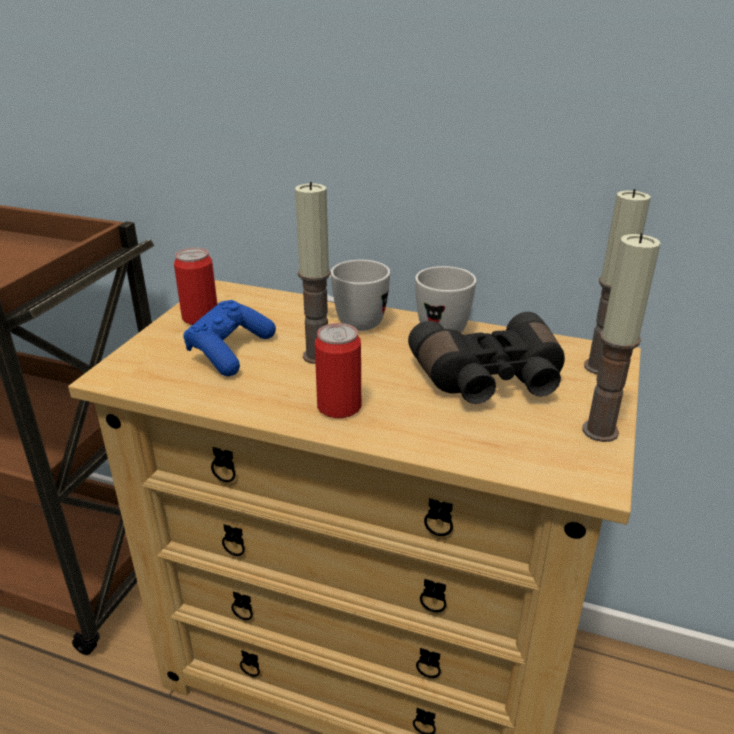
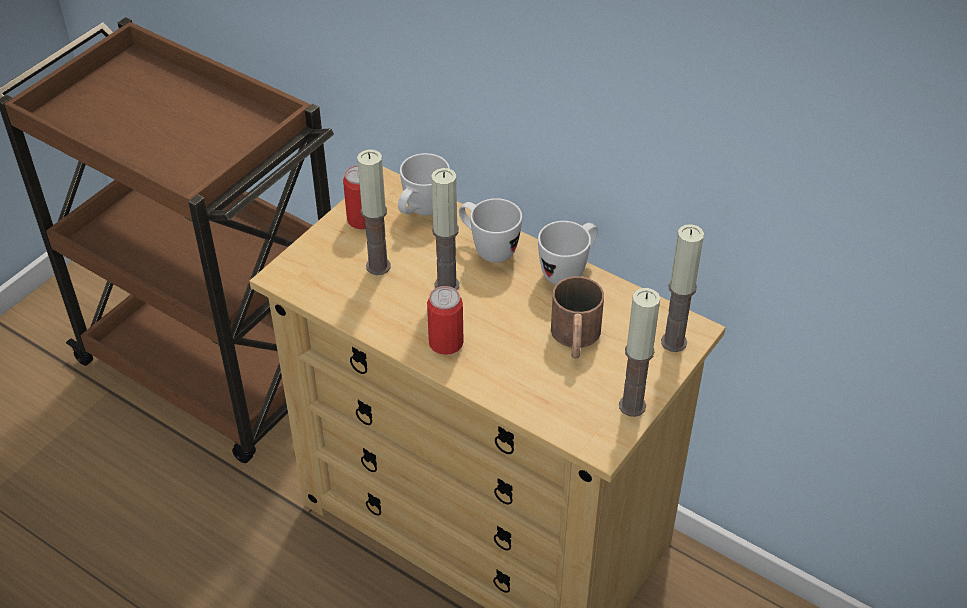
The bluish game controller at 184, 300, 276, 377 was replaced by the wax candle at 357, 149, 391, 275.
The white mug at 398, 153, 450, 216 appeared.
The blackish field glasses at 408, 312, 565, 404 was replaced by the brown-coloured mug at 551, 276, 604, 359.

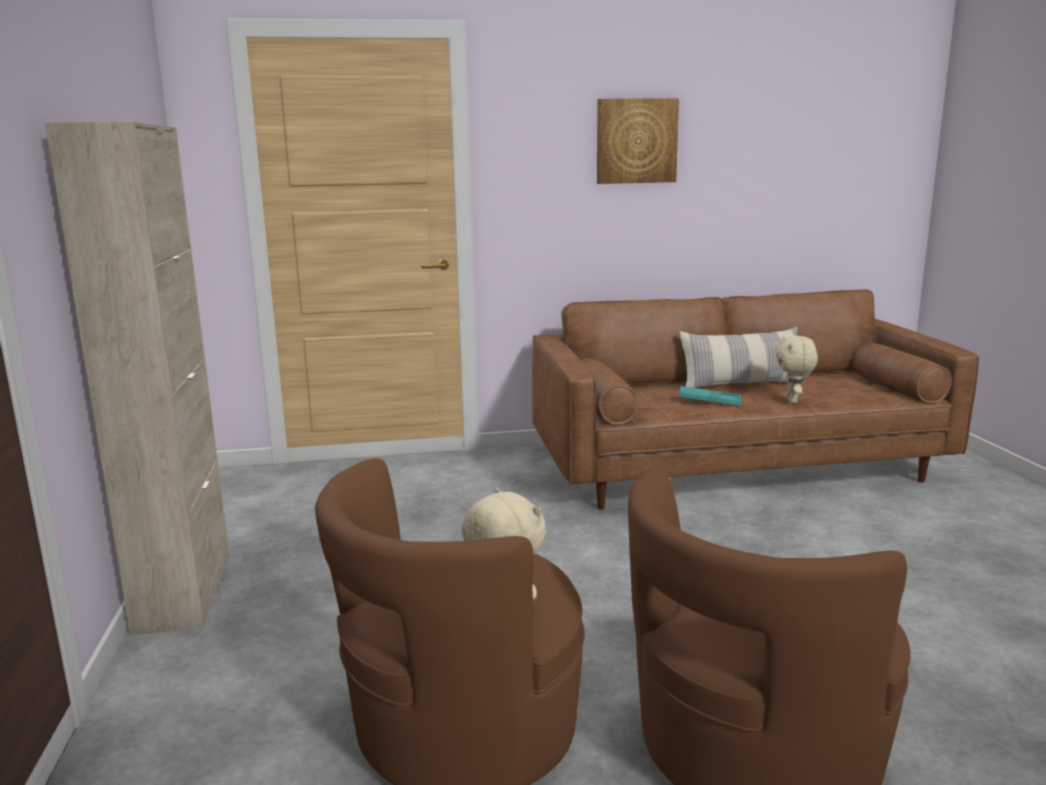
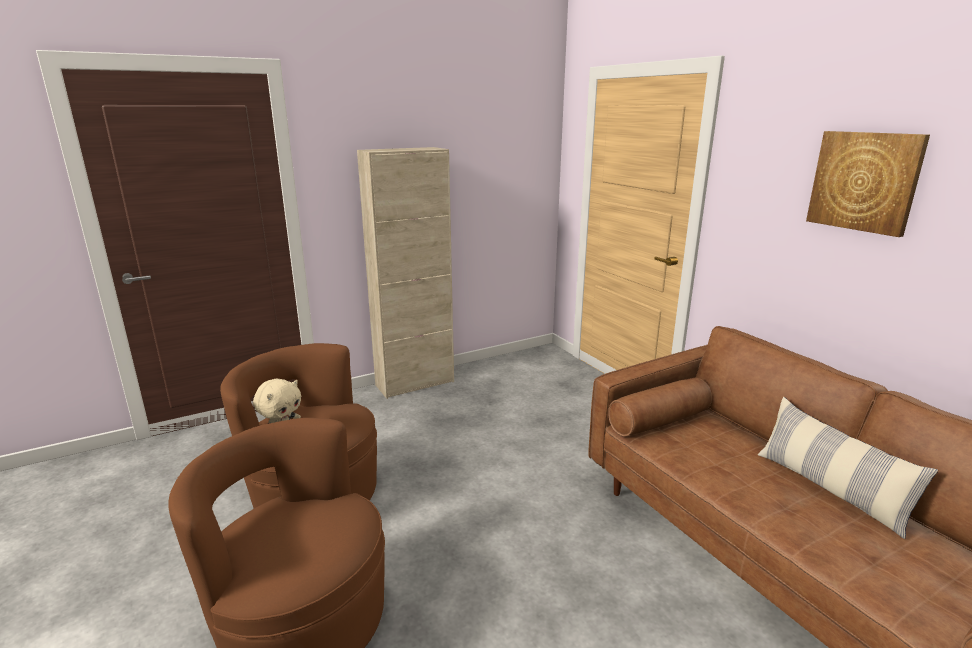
The turquoise carrying tray at 678, 386, 741, 406 disappeared.
The sand-coloured plush toy at 775, 336, 818, 403 disappeared.

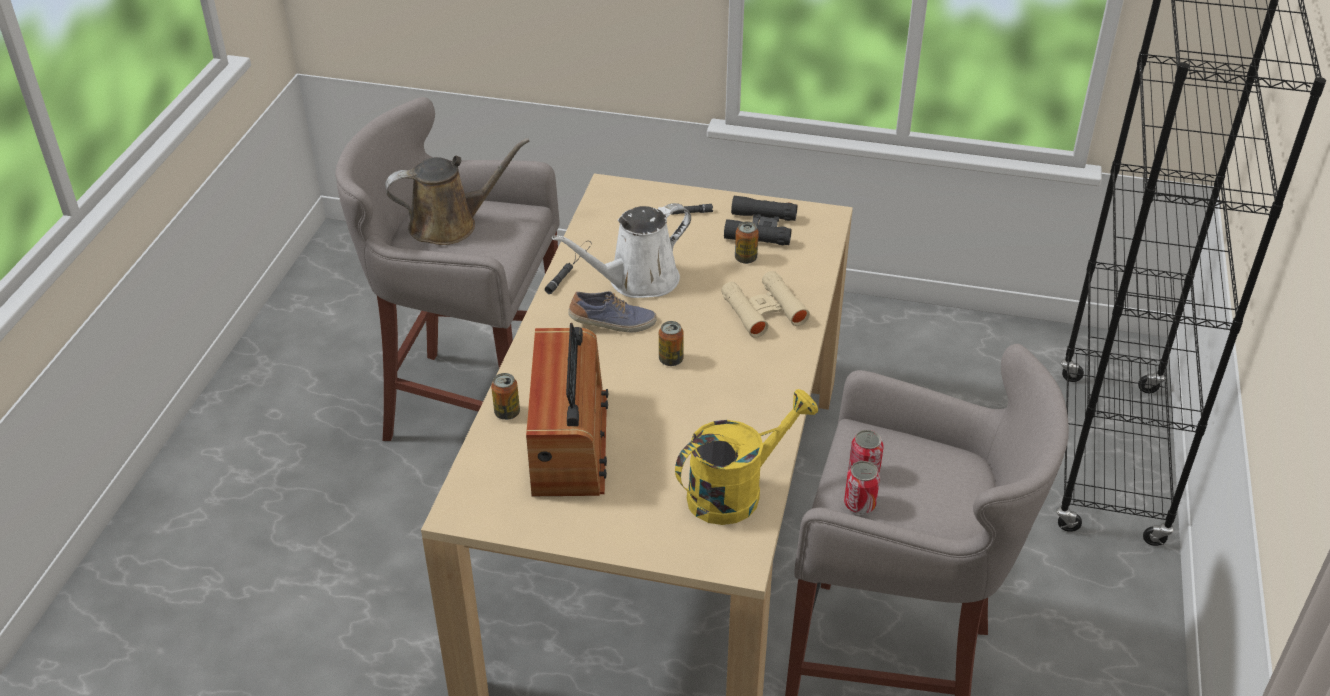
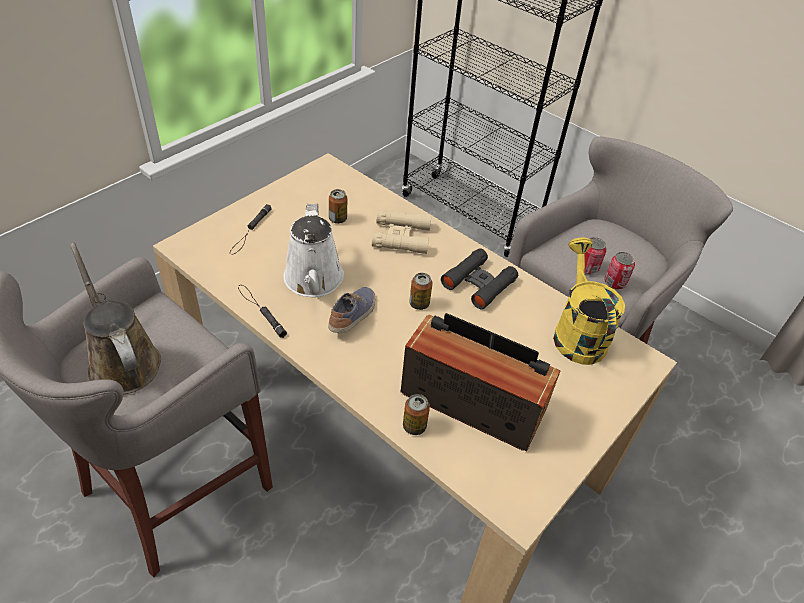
The brown-coloured watering can at 385, 138, 530, 245 turned 45 degrees counterclockwise.
The blackish field glasses moved from 724, 195, 797, 245 to 441, 248, 518, 310.

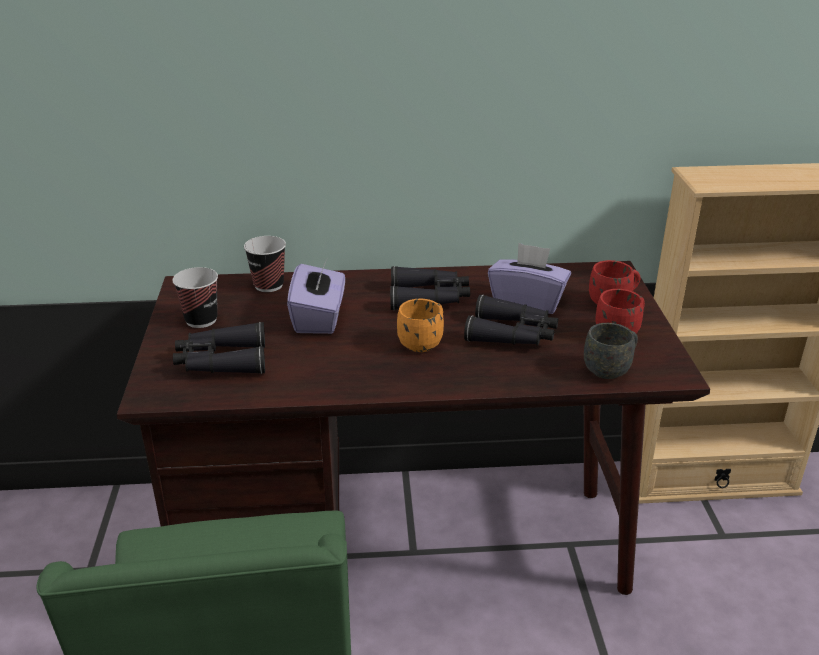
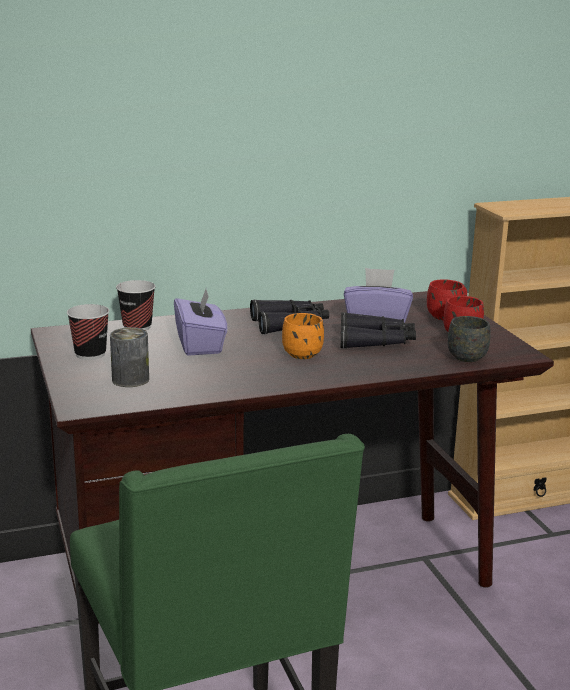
The blackish field glasses at 173, 322, 265, 374 was replaced by the sealed can at 110, 327, 149, 387.

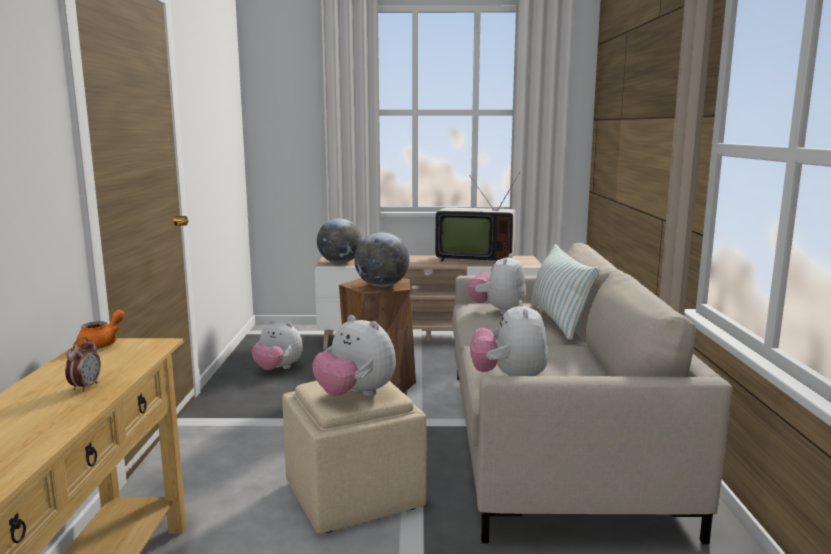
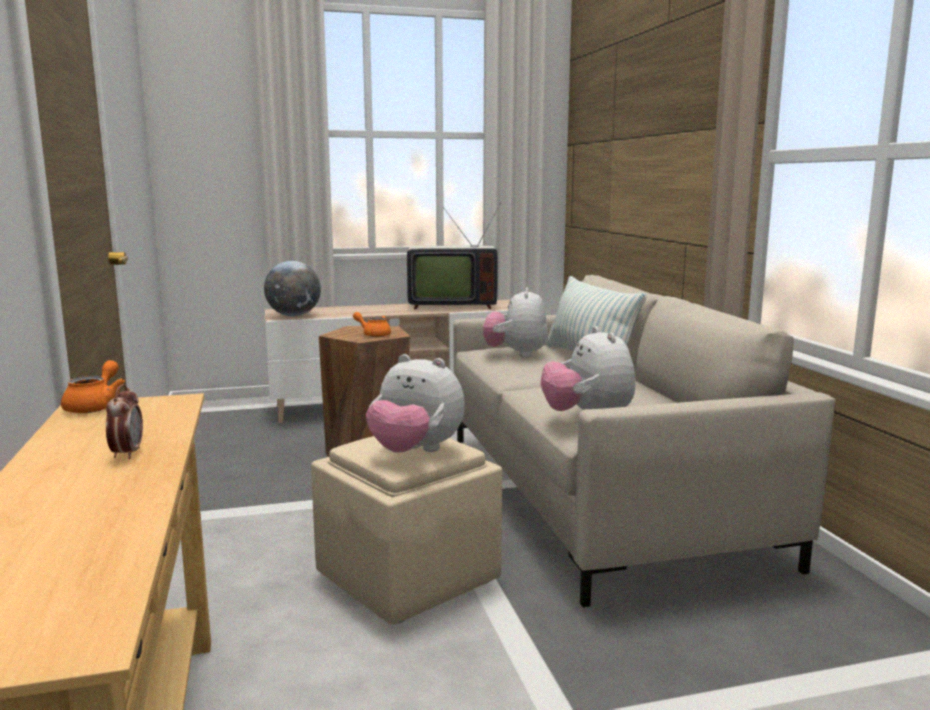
The world globe at 355, 232, 409, 287 was replaced by the orange teapot at 353, 312, 391, 337.
The plush toy at 252, 320, 303, 370 disappeared.

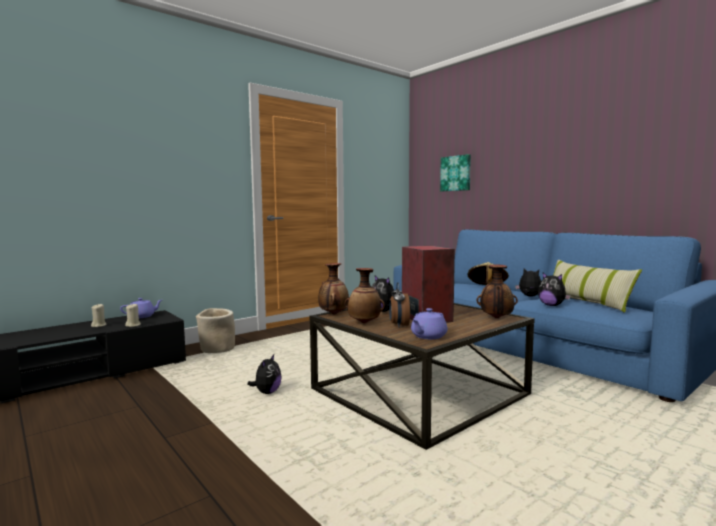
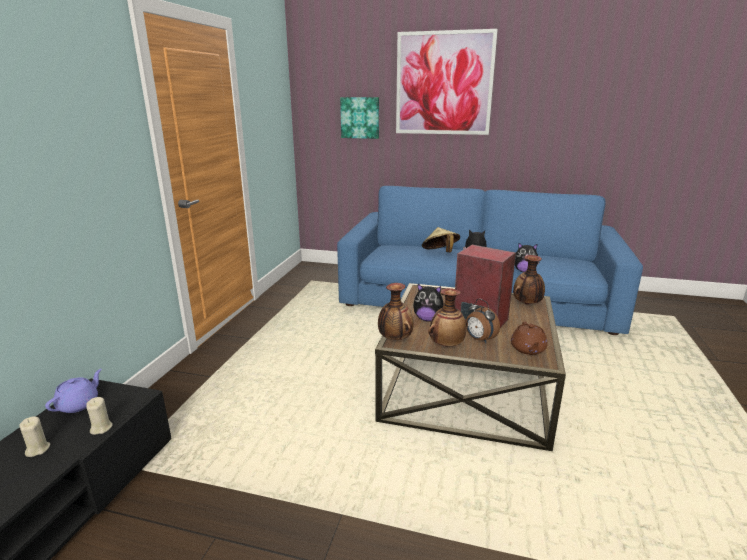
The wall art at 396, 29, 498, 135 appeared.
The purplish teapot at 411, 308, 448, 339 became the brown-coloured teapot at 511, 321, 548, 355.
The sand-coloured plant pot at 196, 308, 235, 353 disappeared.
The plush toy at 247, 354, 281, 394 disappeared.
The cushion at 553, 259, 642, 313 disappeared.

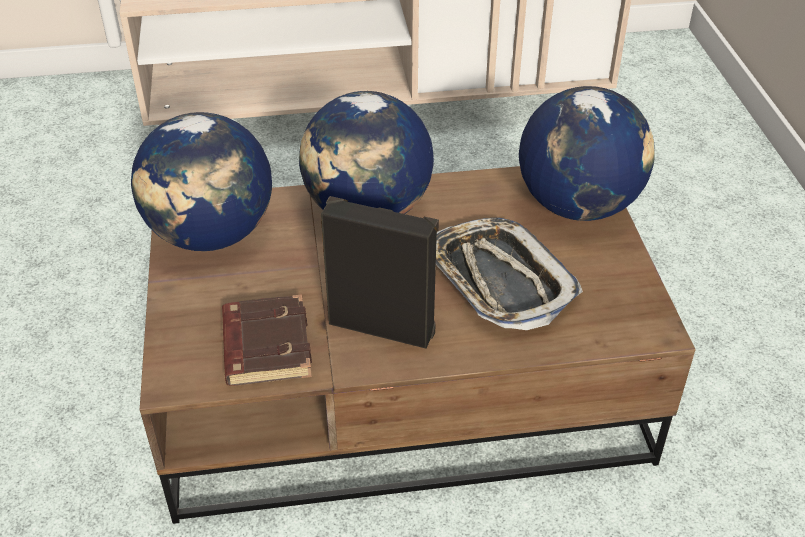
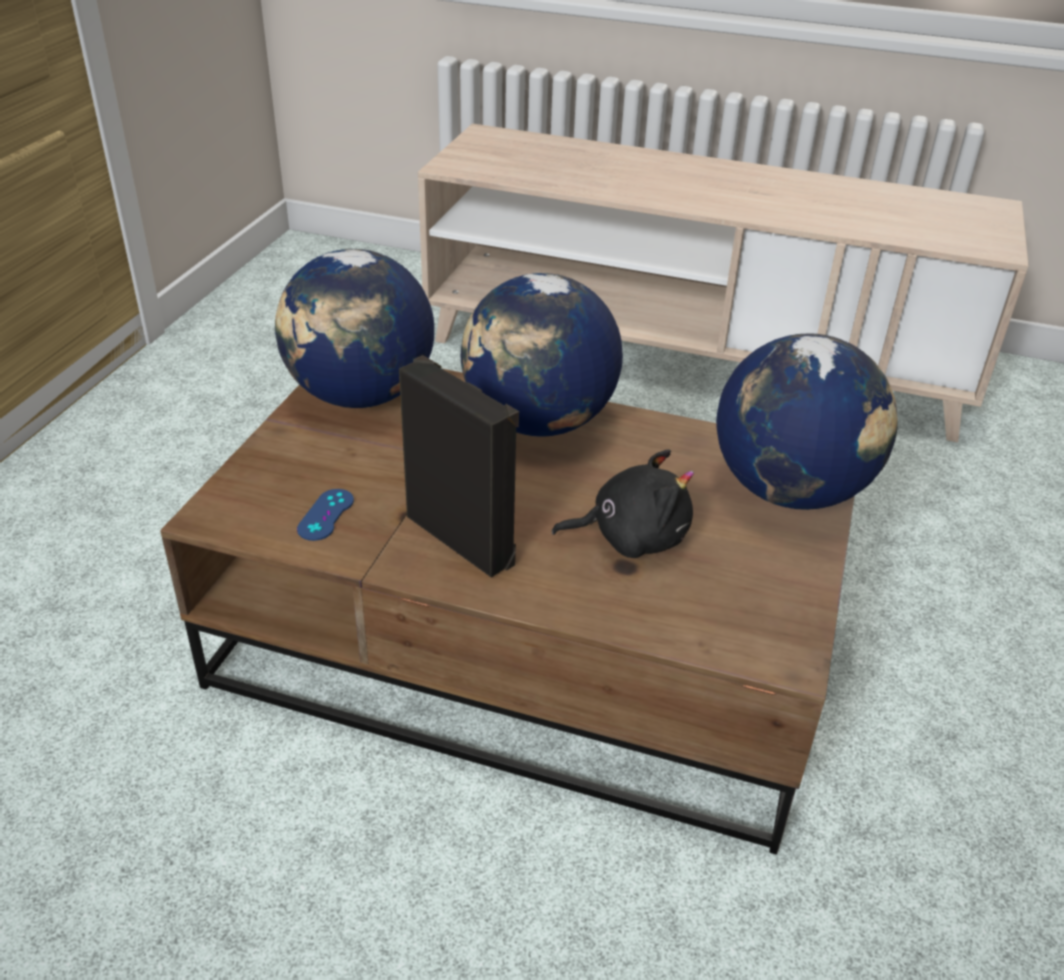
The brown-coloured volume at 222, 294, 312, 386 was replaced by the bluish game controller at 297, 489, 354, 541.
The carrying tray at 436, 217, 583, 330 was replaced by the blackish plush toy at 552, 449, 694, 558.

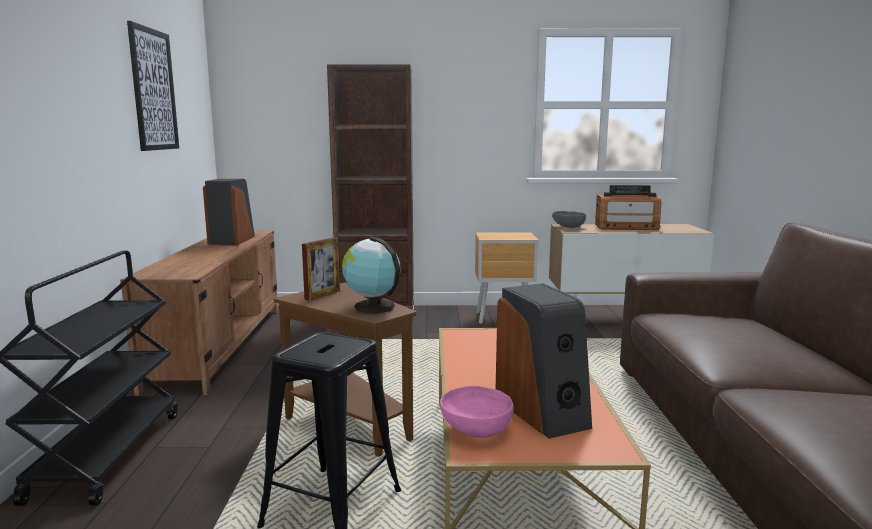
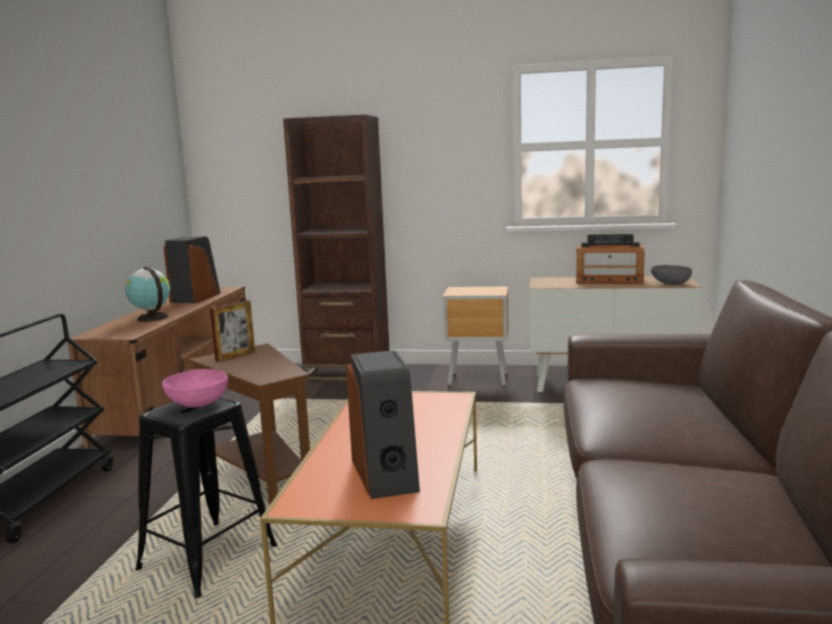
The world globe moved from 342, 237, 401, 314 to 125, 267, 170, 322.
The pink deep dish moved from 440, 386, 513, 438 to 162, 369, 228, 408.
The grey deep dish moved from 552, 211, 586, 228 to 651, 265, 692, 285.
The wall art at 127, 21, 179, 151 disappeared.

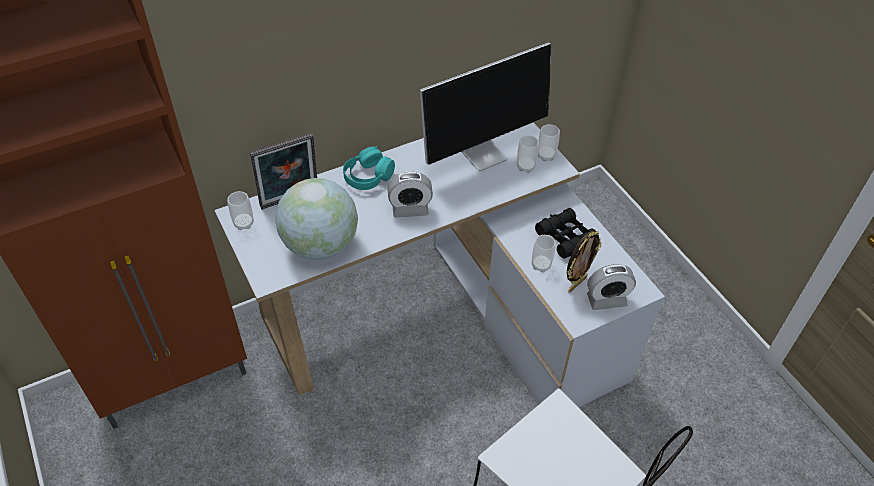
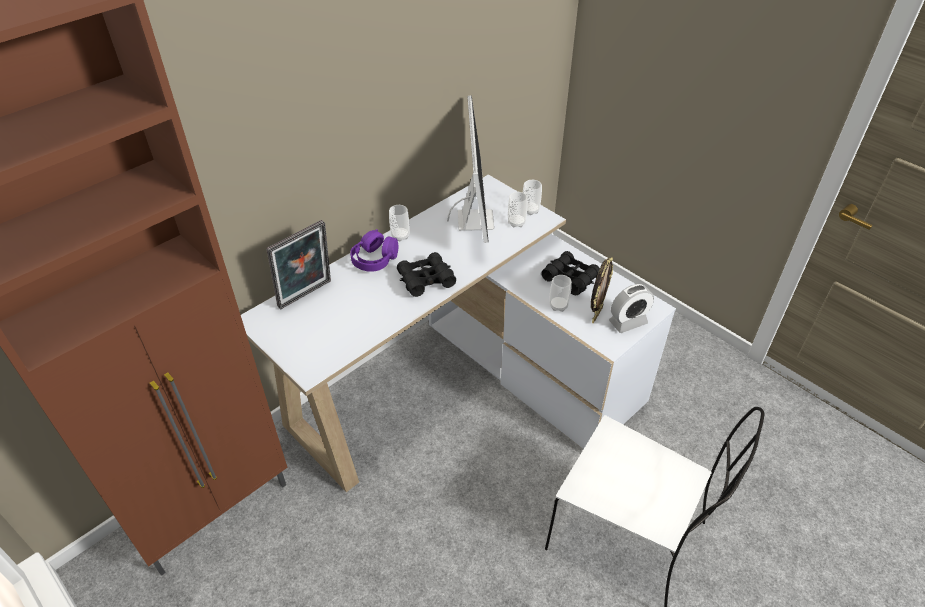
The turquoise pair of headphones at 343, 146, 395, 190 became the purplish pair of headphones at 350, 229, 398, 272.
The cup moved from 227, 191, 254, 230 to 389, 205, 409, 241.
The table clock at 387, 172, 433, 218 was replaced by the blackish field glasses at 397, 252, 456, 297.
The monitor at 420, 42, 551, 171 turned 45 degrees counterclockwise.
The world globe at 275, 178, 358, 260 disappeared.

